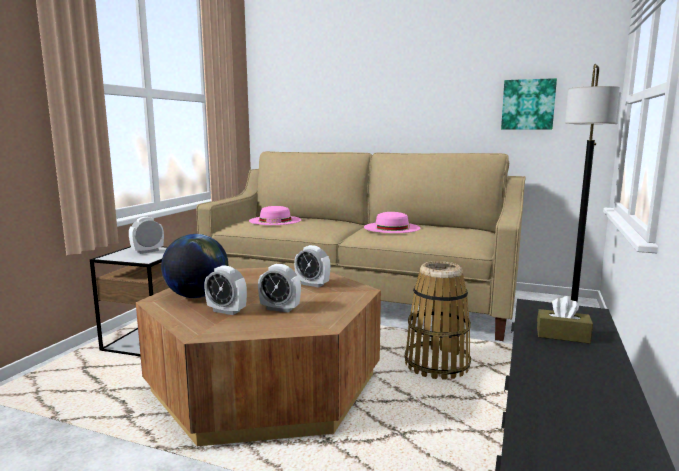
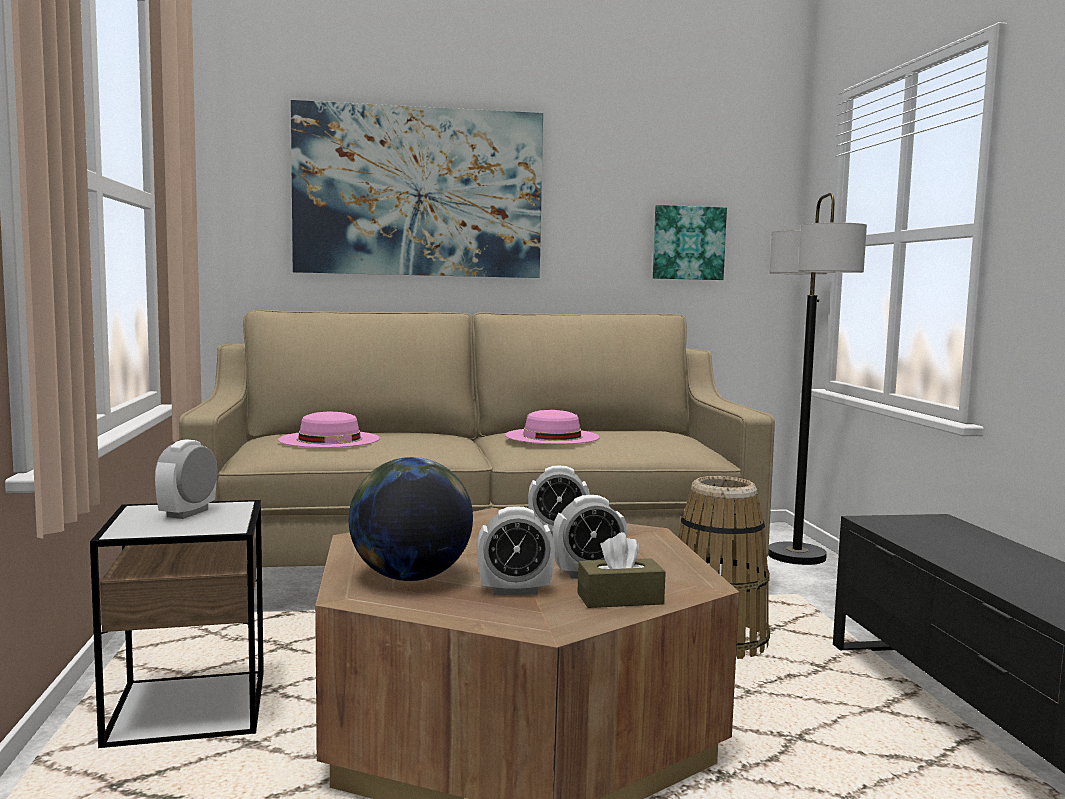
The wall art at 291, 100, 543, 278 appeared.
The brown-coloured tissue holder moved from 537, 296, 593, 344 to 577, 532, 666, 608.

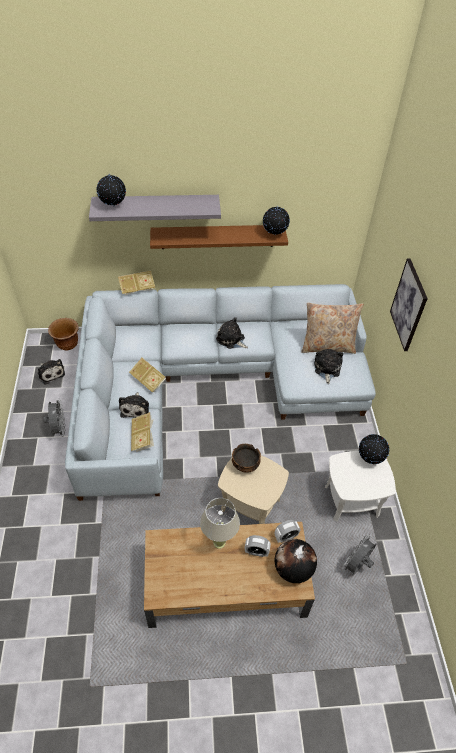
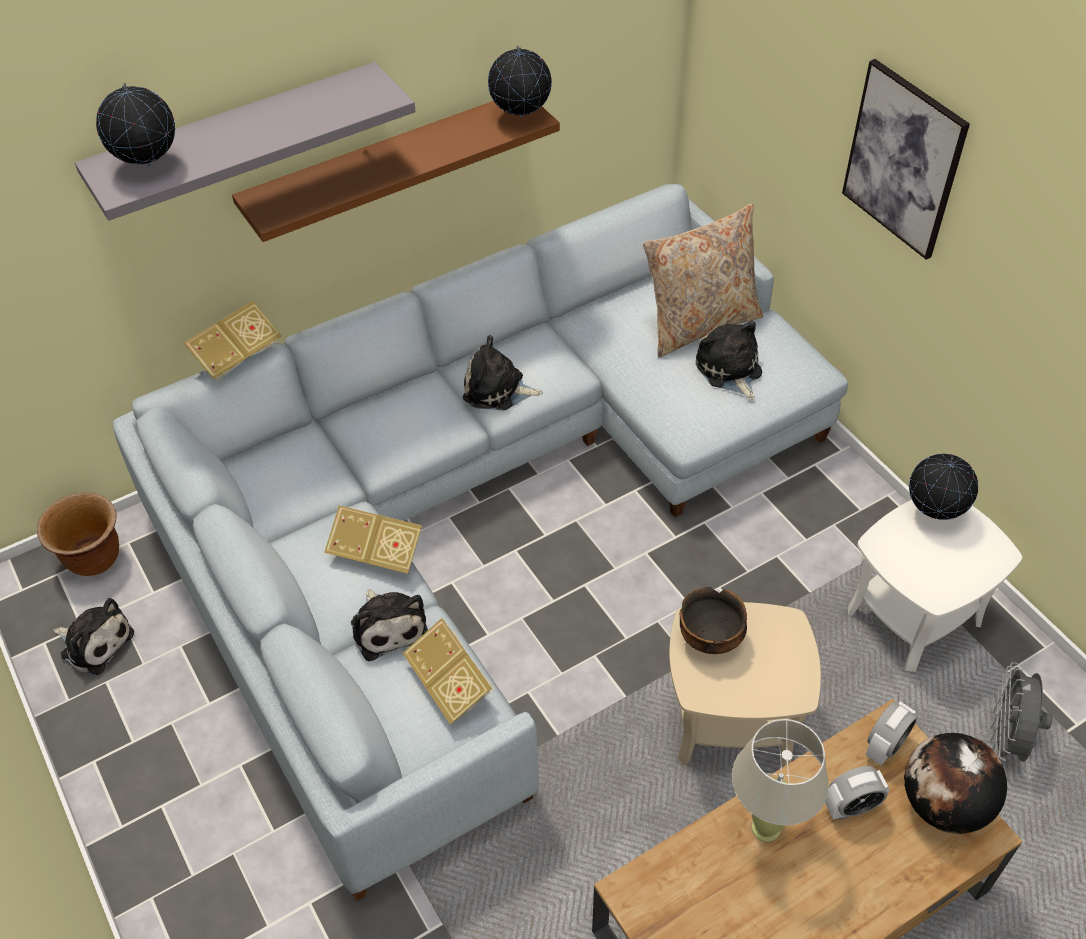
The grey cooling fan at 43, 400, 65, 437 disappeared.

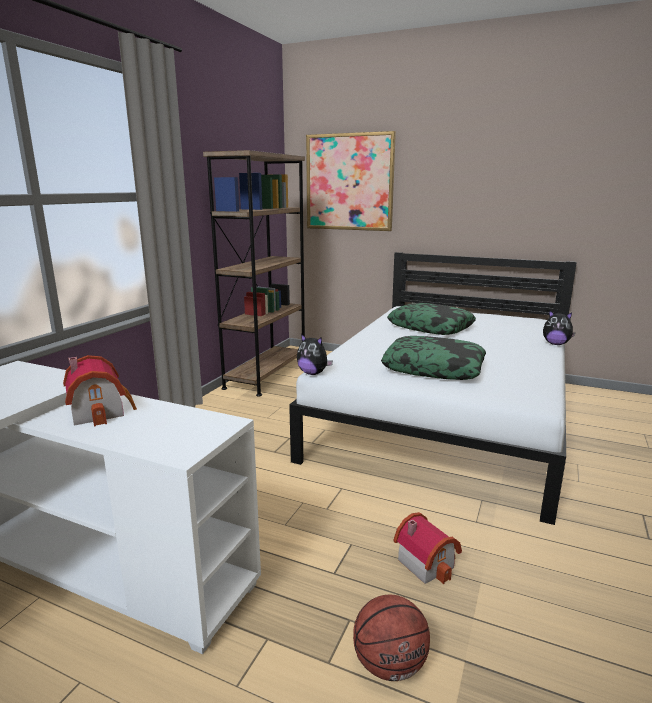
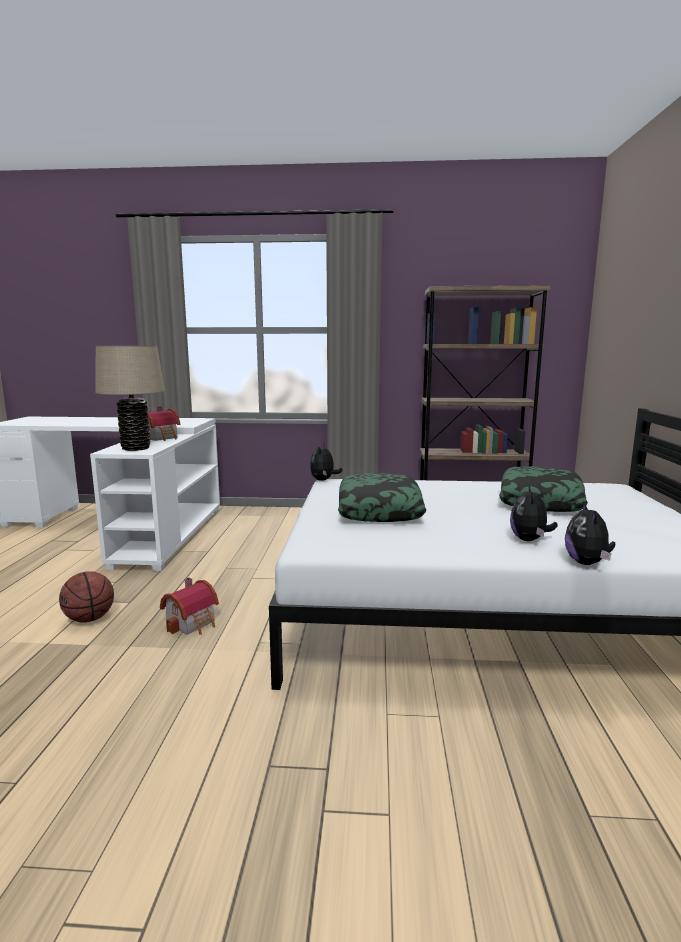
The sand-coloured tabletop lamp at 95, 346, 165, 451 appeared.
The plush toy at 510, 484, 558, 541 appeared.
The wall art at 306, 131, 396, 231 disappeared.

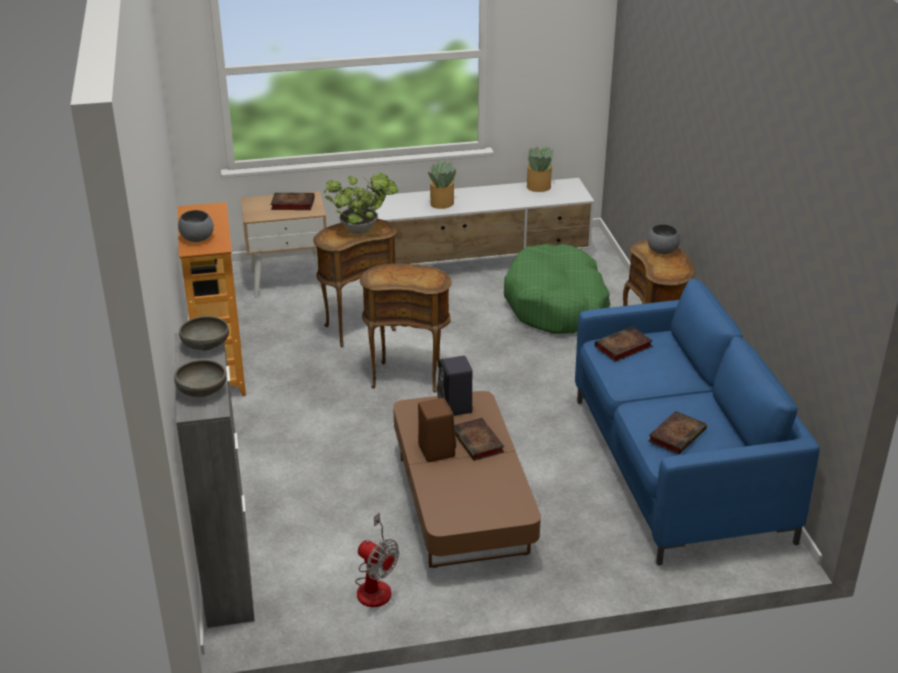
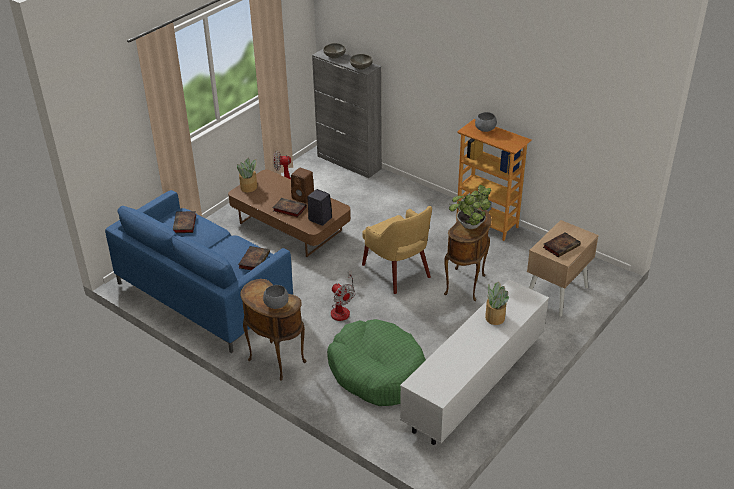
The potted plant moved from 526, 146, 553, 192 to 237, 158, 257, 192.
The cooling fan at 331, 270, 355, 321 appeared.
The brown-coloured side table at 360, 264, 452, 393 was replaced by the yellowish easy chair at 362, 206, 432, 294.

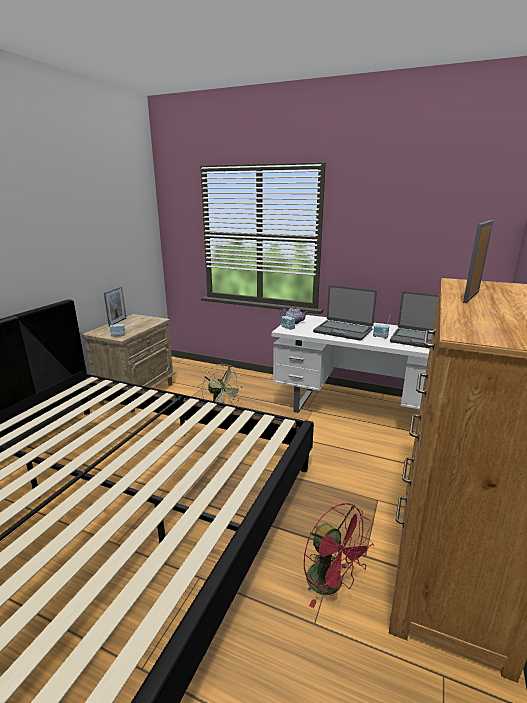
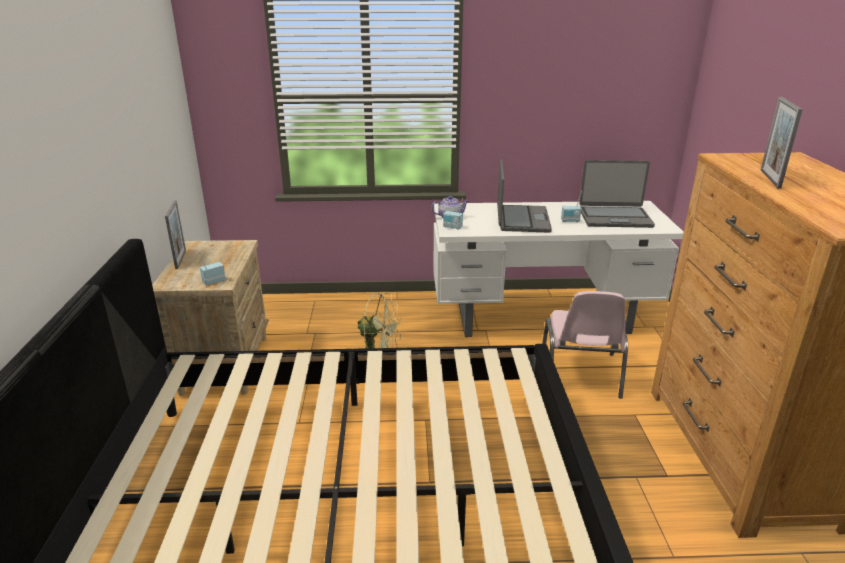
The laptop at 313, 285, 377, 341 turned 90 degrees counterclockwise.
The pink upright chair at 542, 291, 628, 399 appeared.
The red-coloured cooling fan at 304, 503, 374, 608 disappeared.

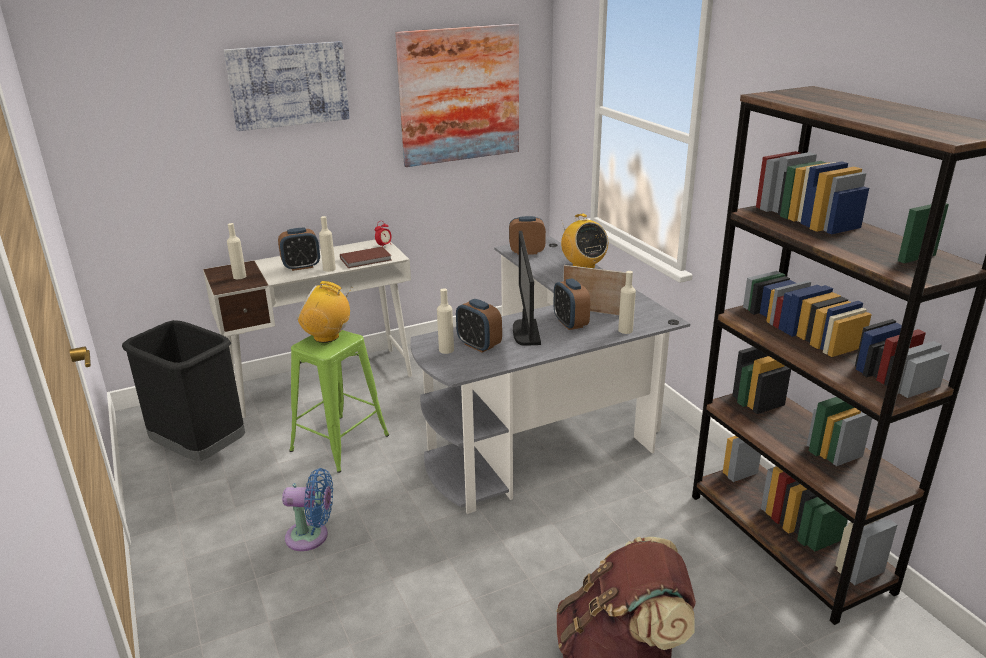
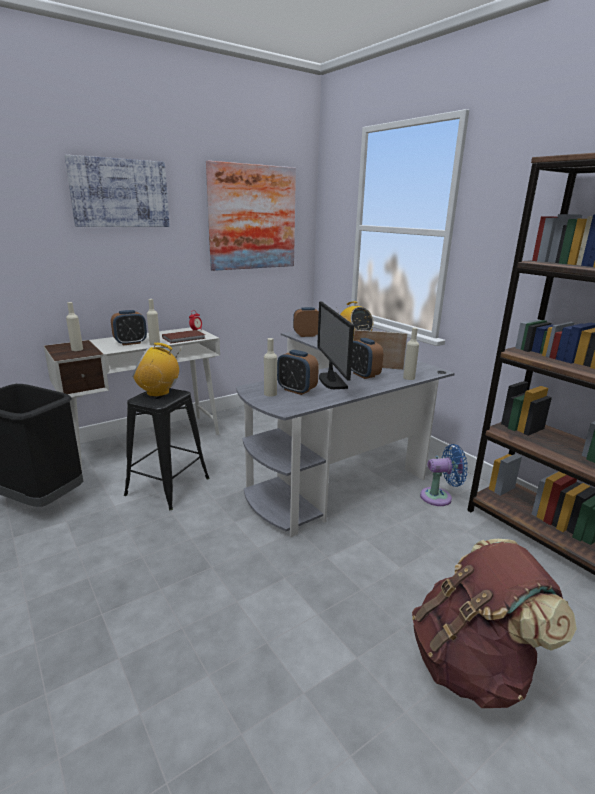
The green stool seat at 289, 330, 389, 473 became the blackish stool seat at 124, 388, 209, 510.
The bluish cooling fan moved from 282, 468, 333, 551 to 420, 444, 468, 506.

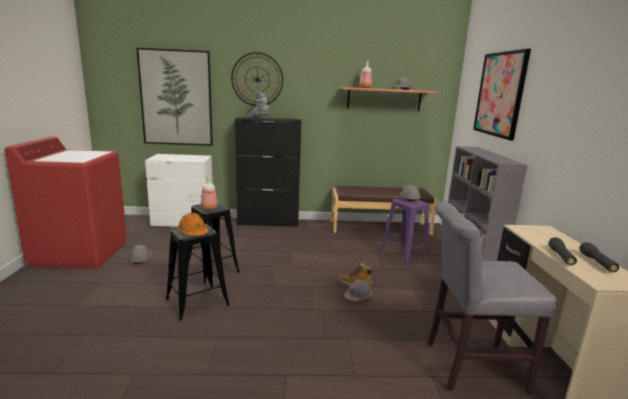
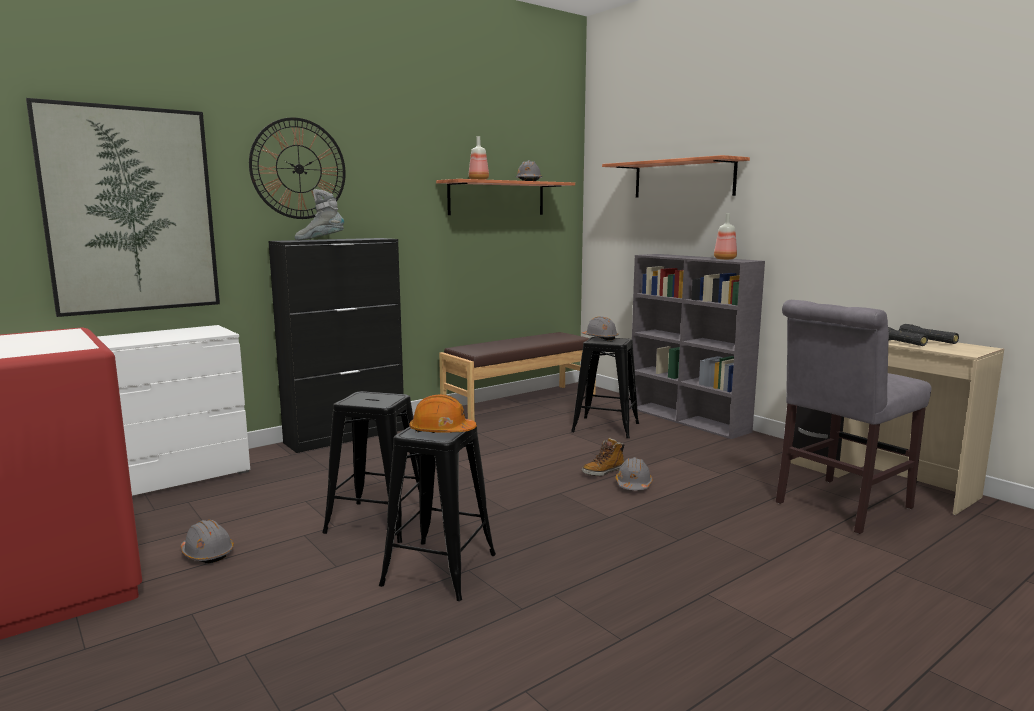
The purplish stool seat at 379, 198, 430, 268 became the blackish stool seat at 571, 337, 639, 438.
The wall art at 473, 49, 531, 141 was replaced by the wall shelf at 602, 155, 750, 198.
The bottle moved from 201, 175, 218, 210 to 714, 213, 737, 260.

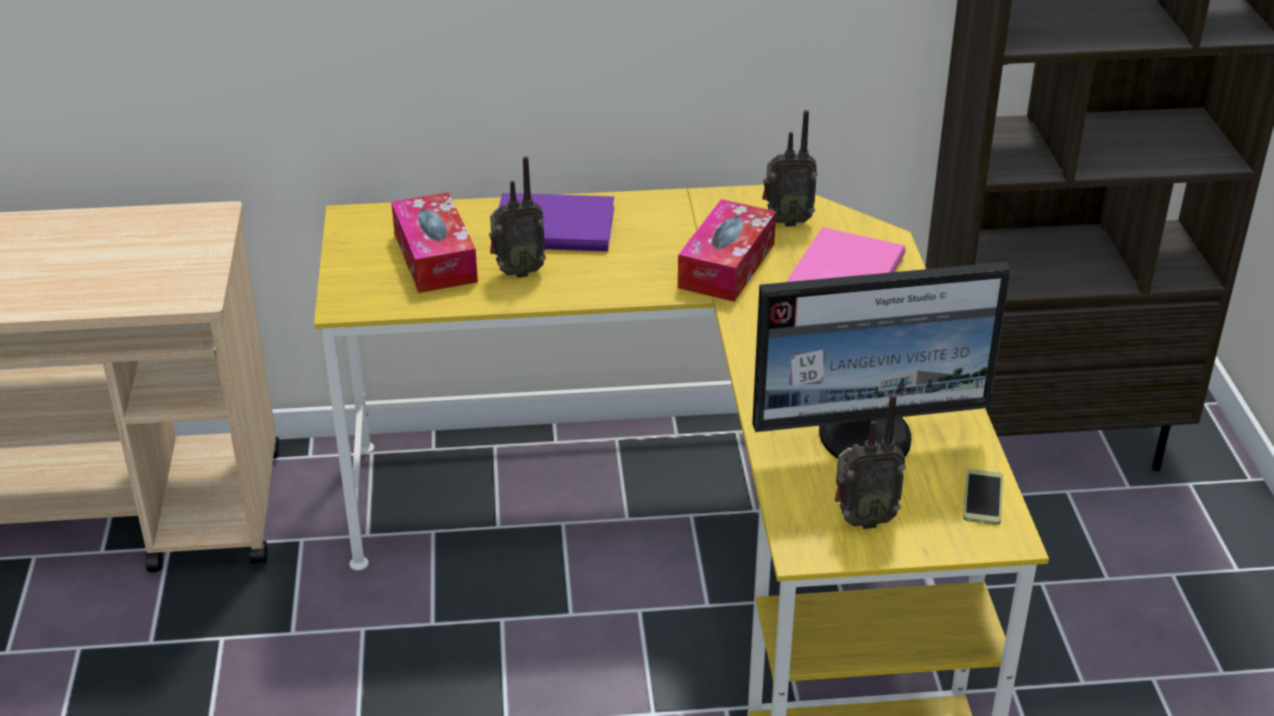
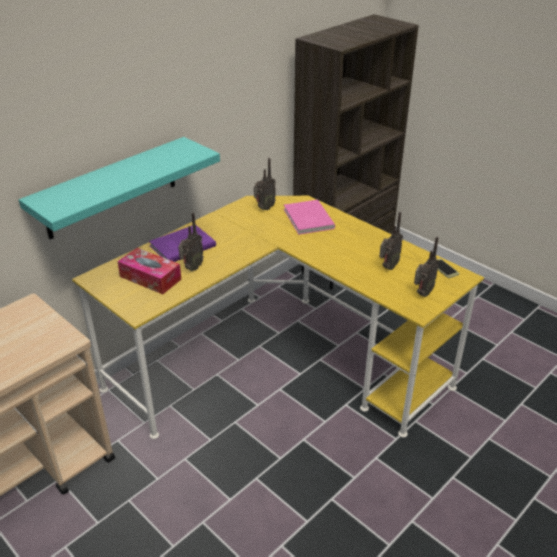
The turquoise wall shelf at 19, 137, 220, 239 appeared.
The monitor at 752, 262, 1011, 459 was replaced by the radio at 379, 212, 403, 270.
The tissue holder at 678, 199, 776, 302 disappeared.

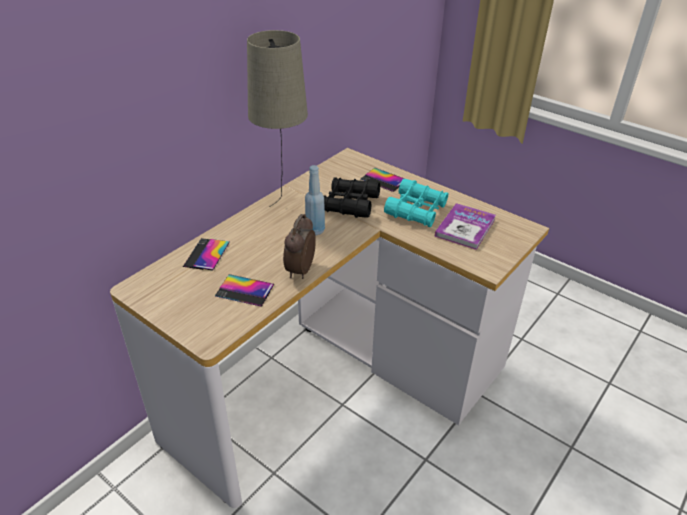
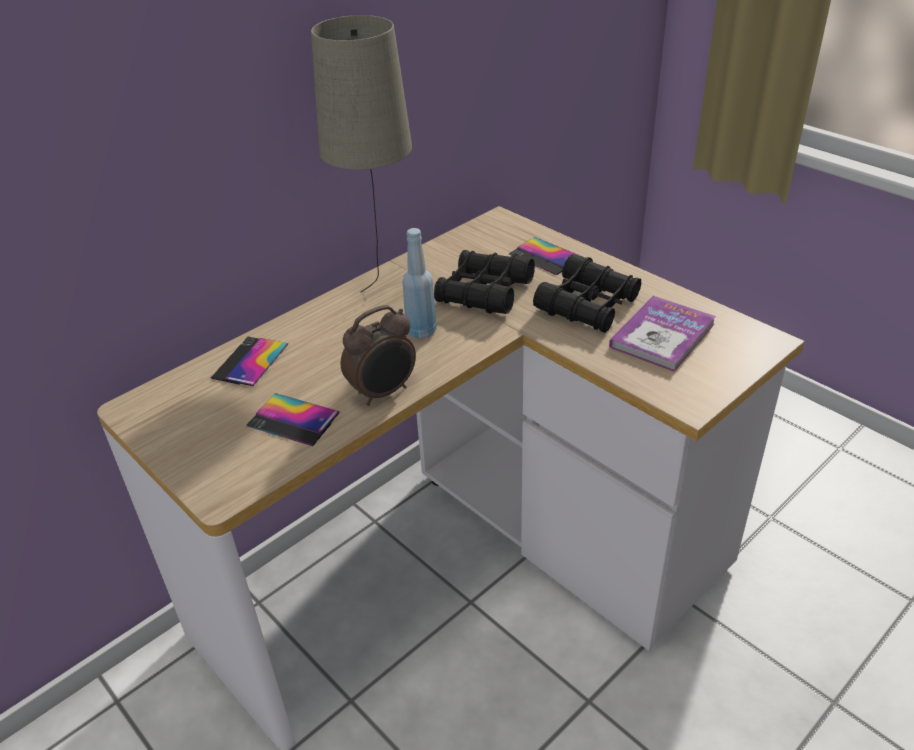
The table clock at 283, 214, 316, 279 turned 150 degrees counterclockwise.
The turquoise field glasses at 384, 179, 448, 227 became the blackish field glasses at 533, 254, 641, 333.

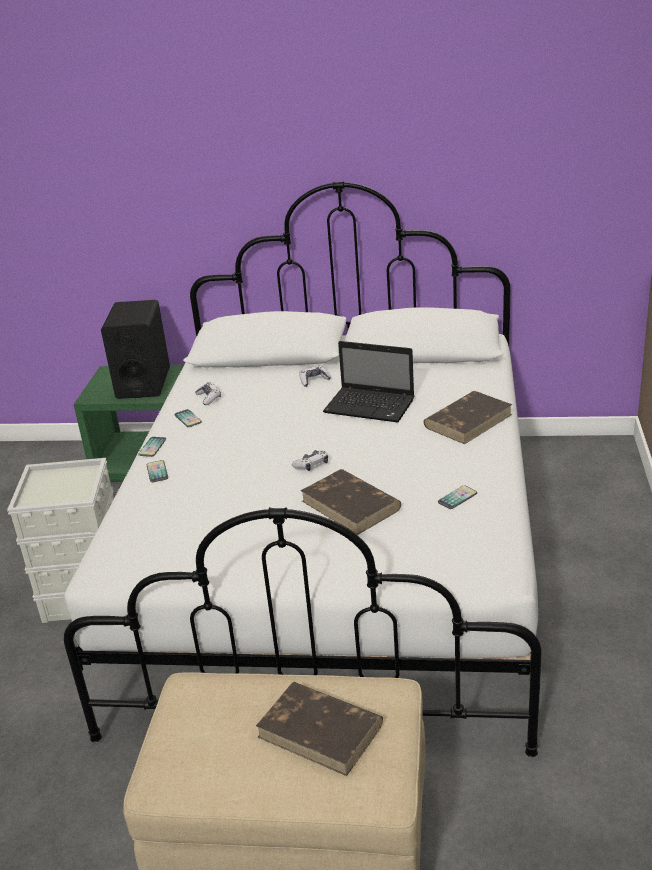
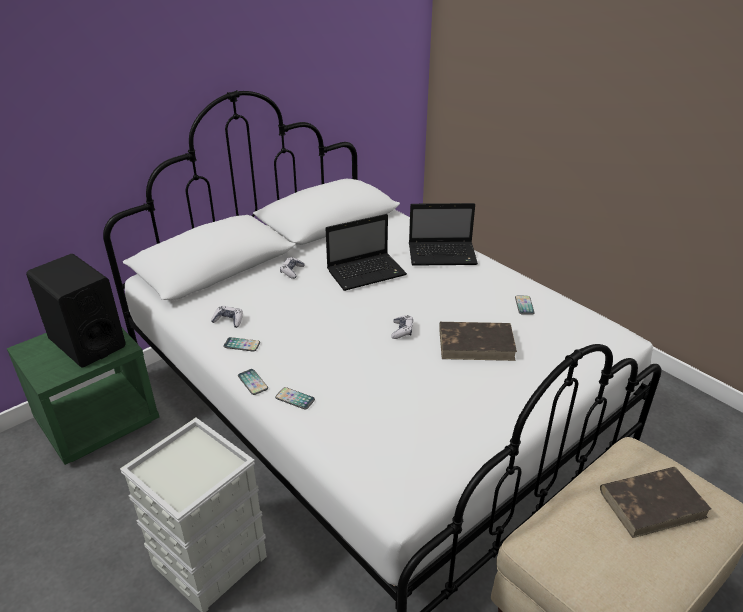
The brown-coloured volume at 424, 391, 512, 444 was replaced by the laptop at 409, 203, 478, 266.

